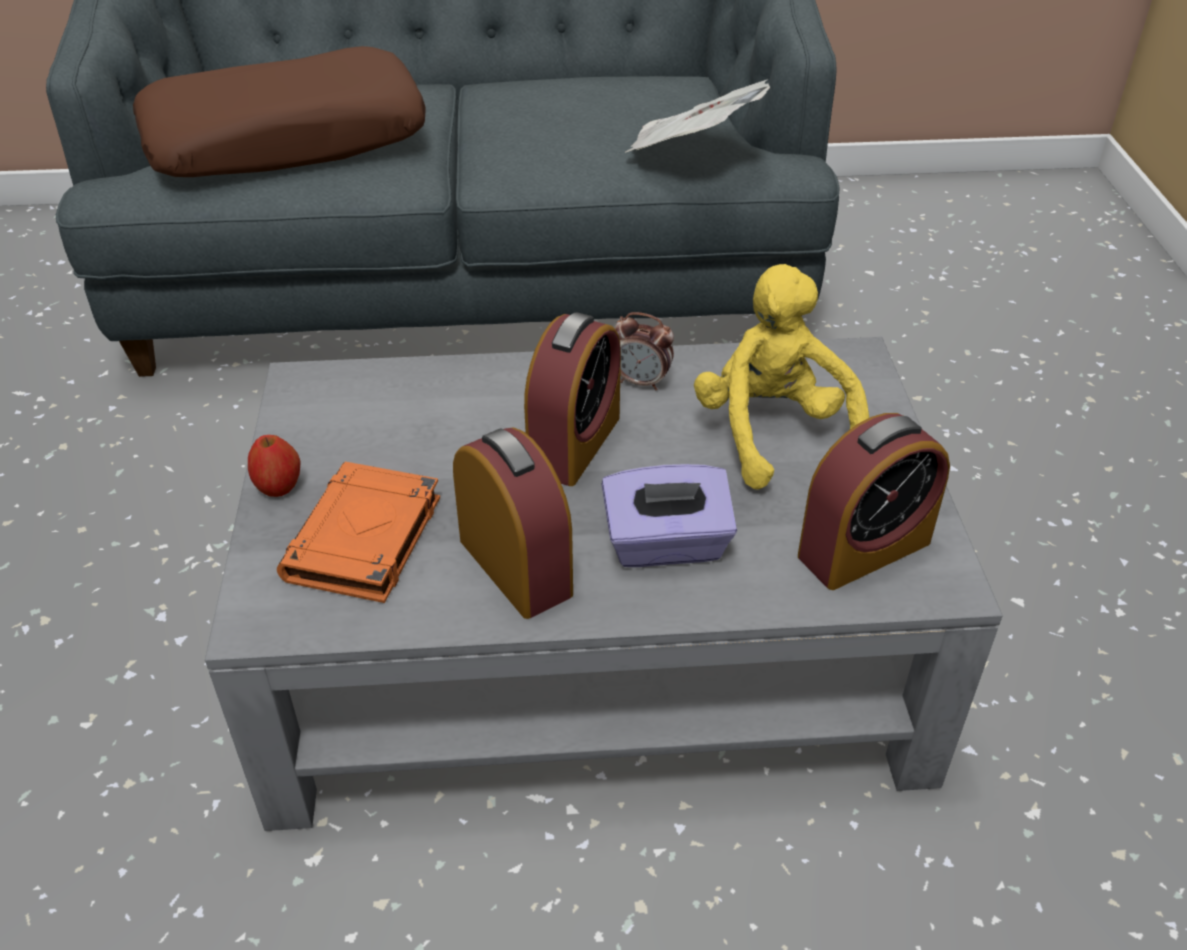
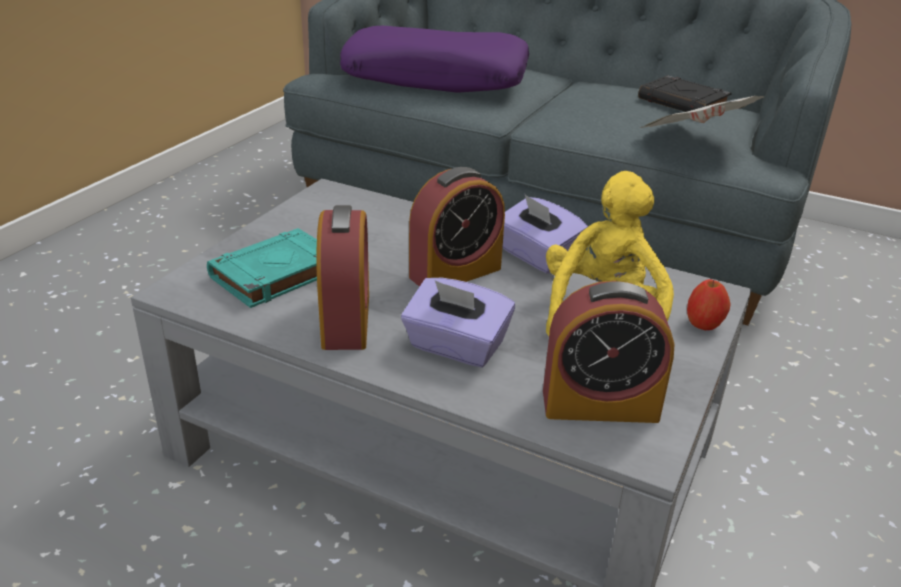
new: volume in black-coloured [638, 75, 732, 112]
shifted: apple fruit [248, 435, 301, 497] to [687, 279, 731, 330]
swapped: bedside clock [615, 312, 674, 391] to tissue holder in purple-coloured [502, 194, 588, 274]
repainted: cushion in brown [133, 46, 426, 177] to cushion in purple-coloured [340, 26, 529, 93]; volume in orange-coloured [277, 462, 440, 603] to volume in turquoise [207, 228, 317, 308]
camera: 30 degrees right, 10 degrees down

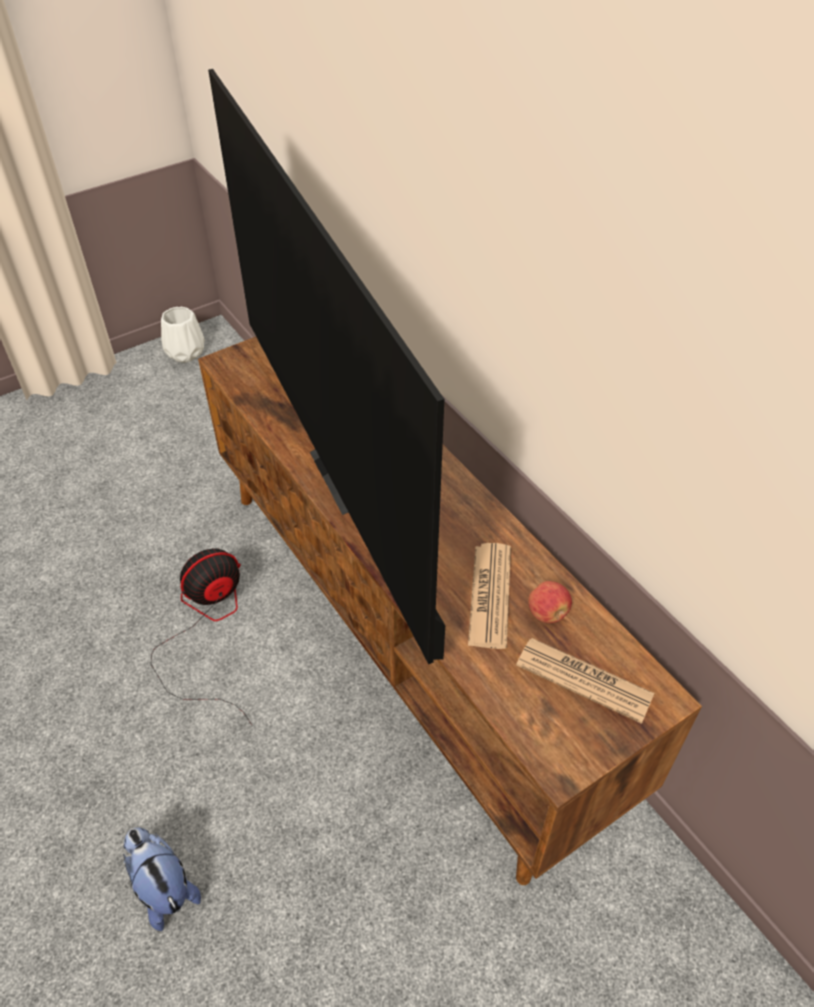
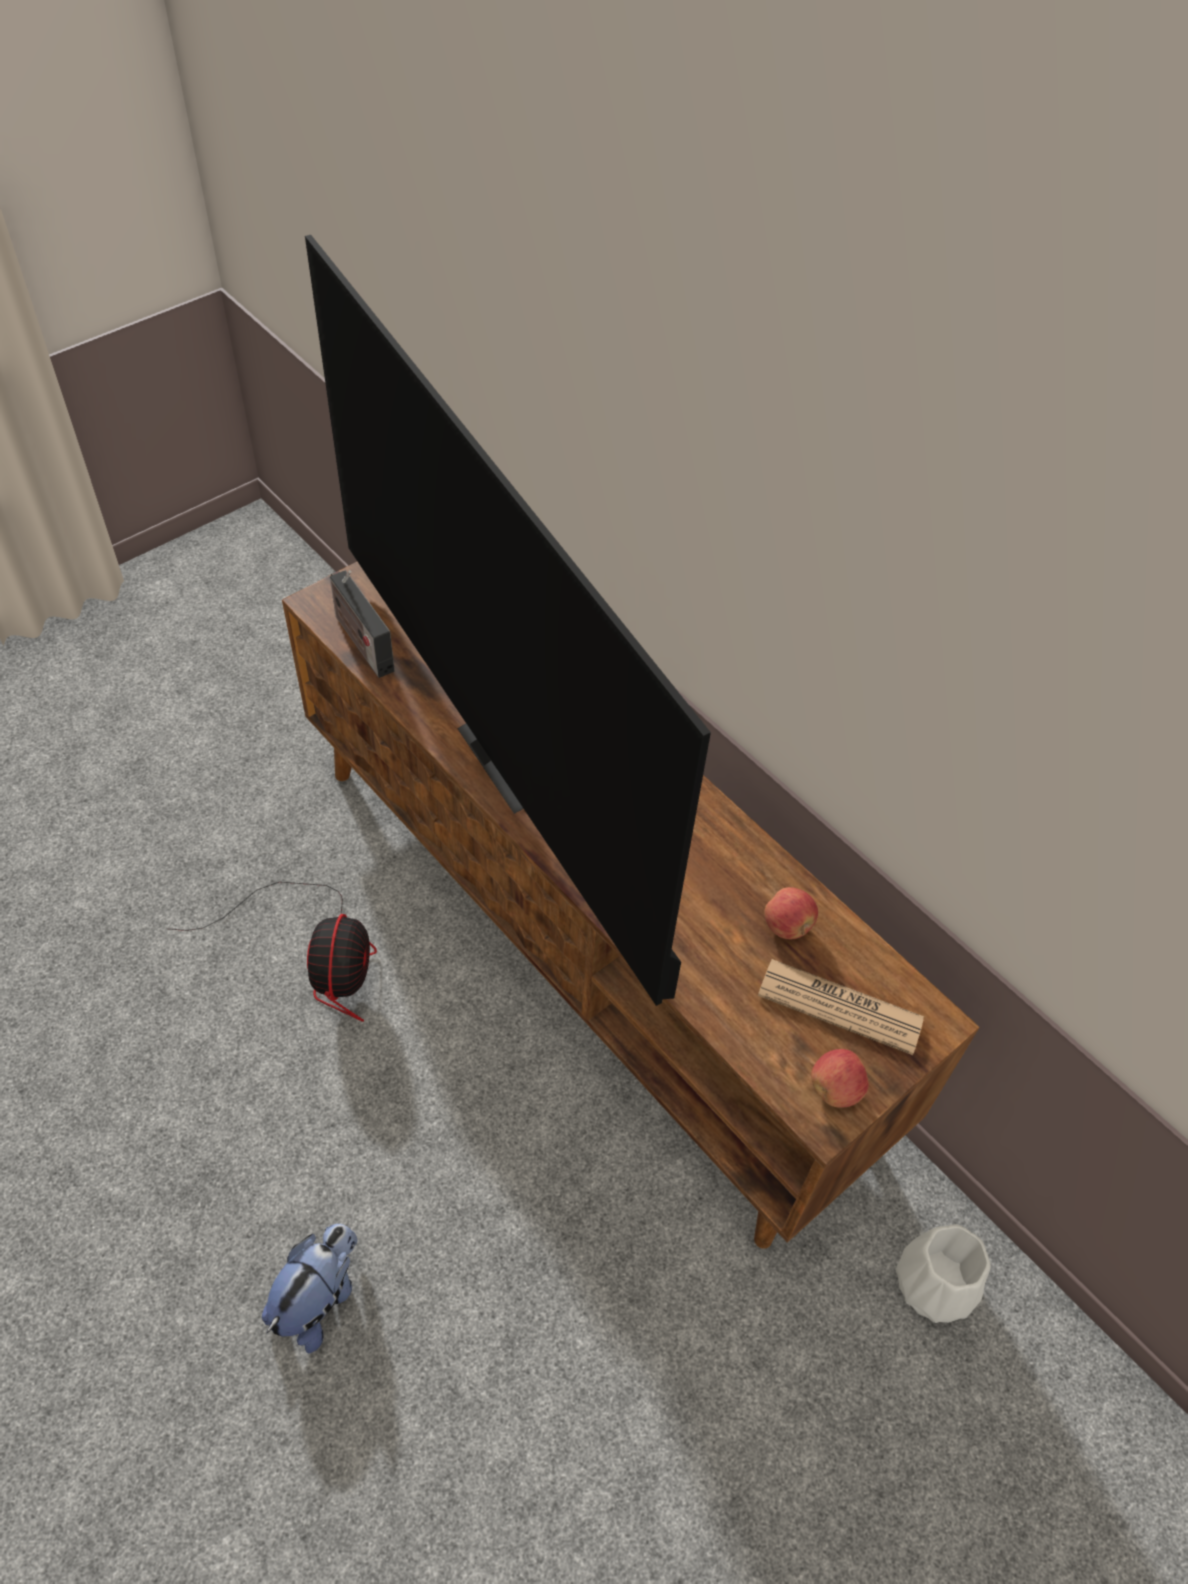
gone: printed paper [468, 543, 511, 649]
new: radio [330, 570, 395, 678]; apple fruit [811, 1049, 869, 1108]
shifted: flower vase in whitish [161, 307, 205, 363] to [896, 1224, 991, 1323]
rotated: cuddly toy [123, 828, 201, 931] = [262, 1224, 358, 1354] 75 degrees clockwise; fan [151, 548, 252, 725] = [167, 882, 377, 1022] 135 degrees clockwise
camera: 10 degrees left, 5 degrees up

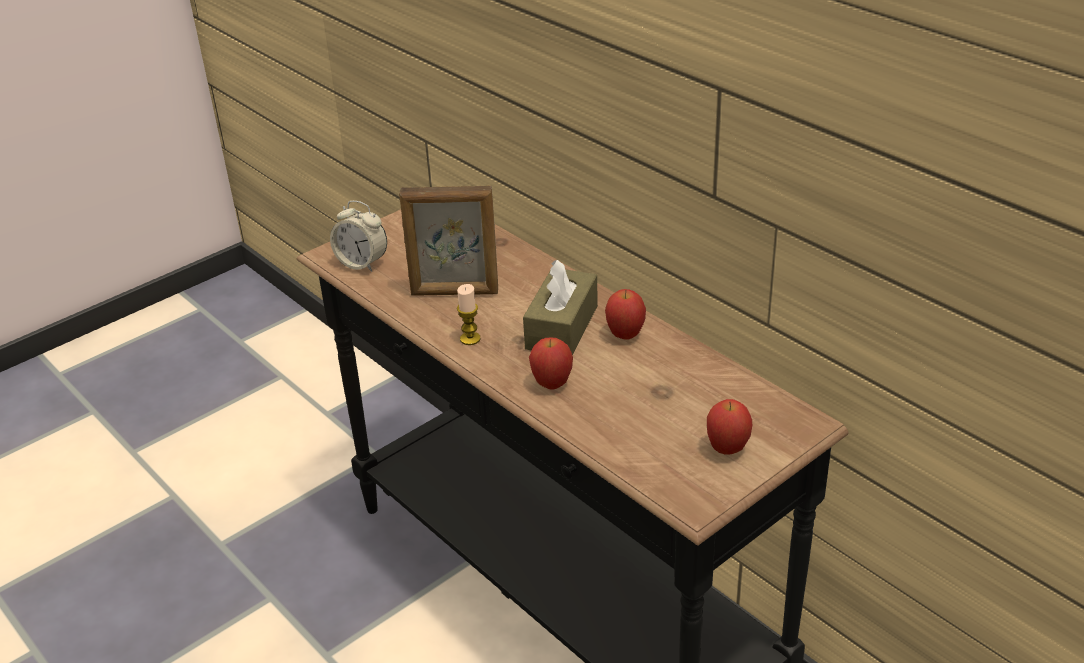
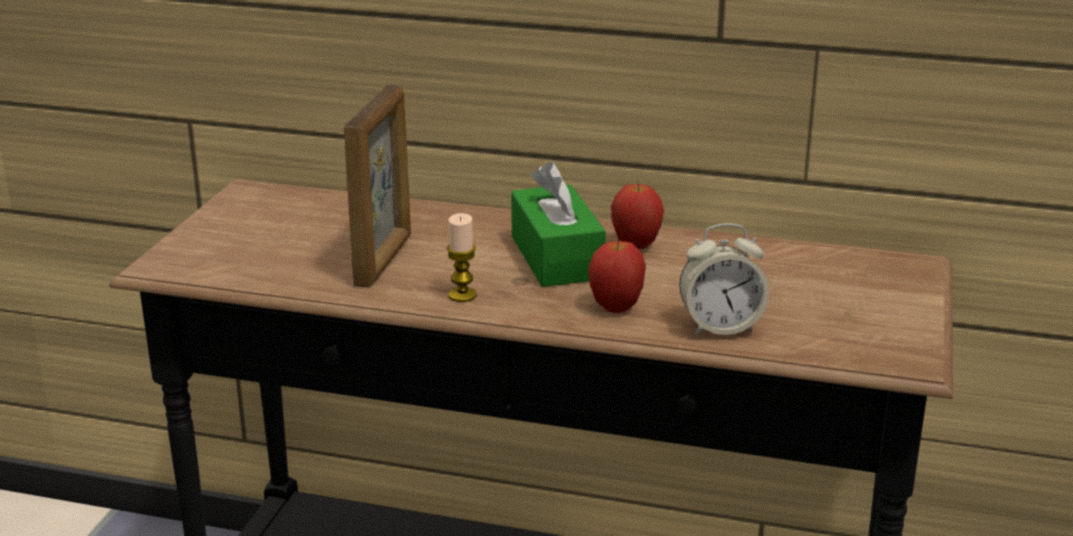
gone: apple fruit [707, 399, 752, 455]
shifted: bedside clock [330, 201, 387, 272] to [679, 223, 769, 335]
repainted: tissue holder in brown [523, 260, 598, 355] to tissue holder in greenish [511, 162, 606, 287]
rotated: photo frame [399, 186, 498, 295] = [344, 85, 411, 288] 45 degrees counterclockwise
camera: 35 degrees left, 10 degrees down

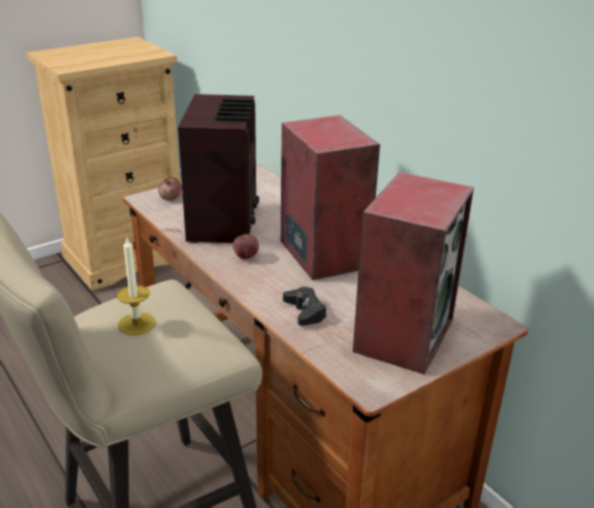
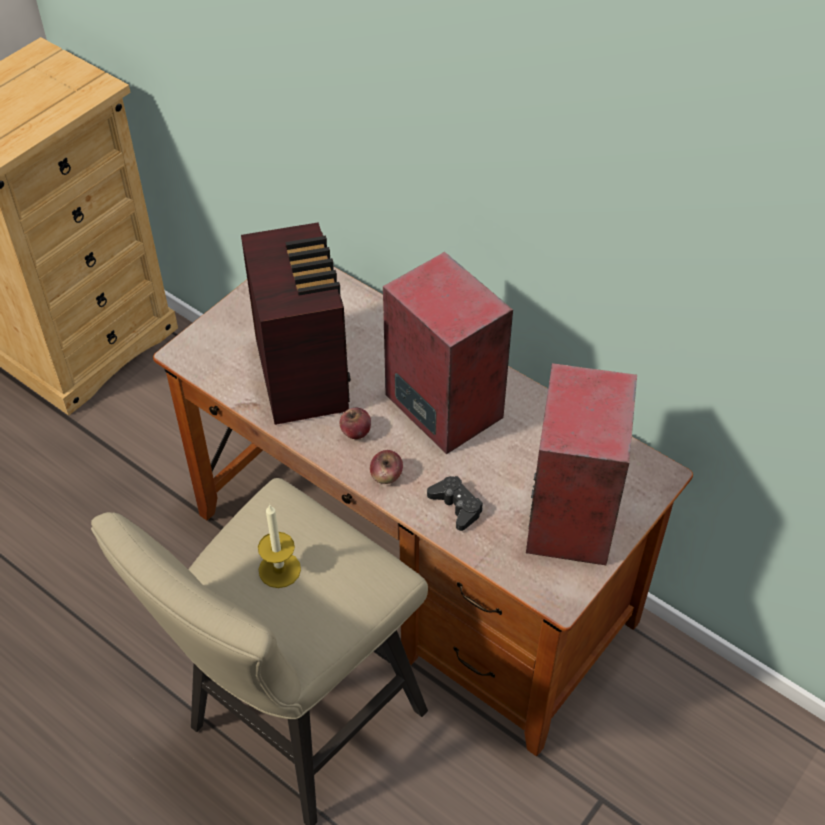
shifted: apple fruit [158, 177, 182, 201] to [370, 450, 403, 484]
camera: 15 degrees left, 20 degrees up

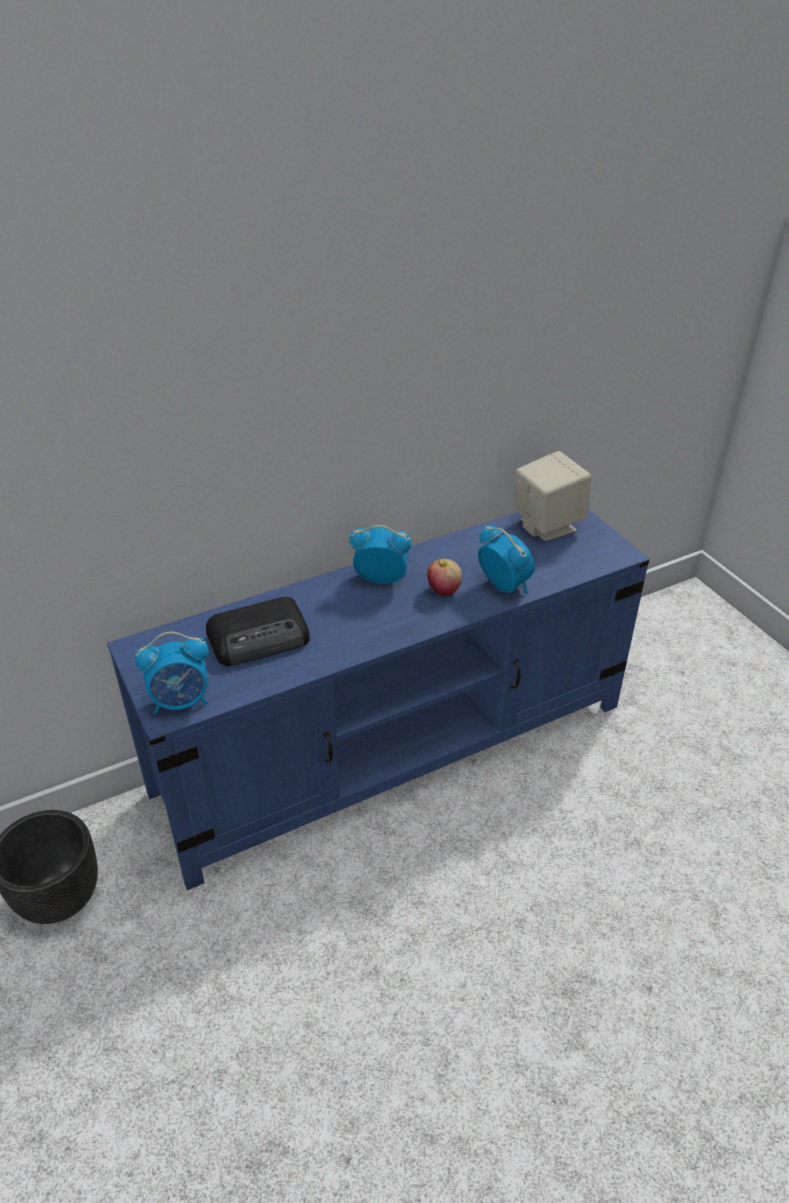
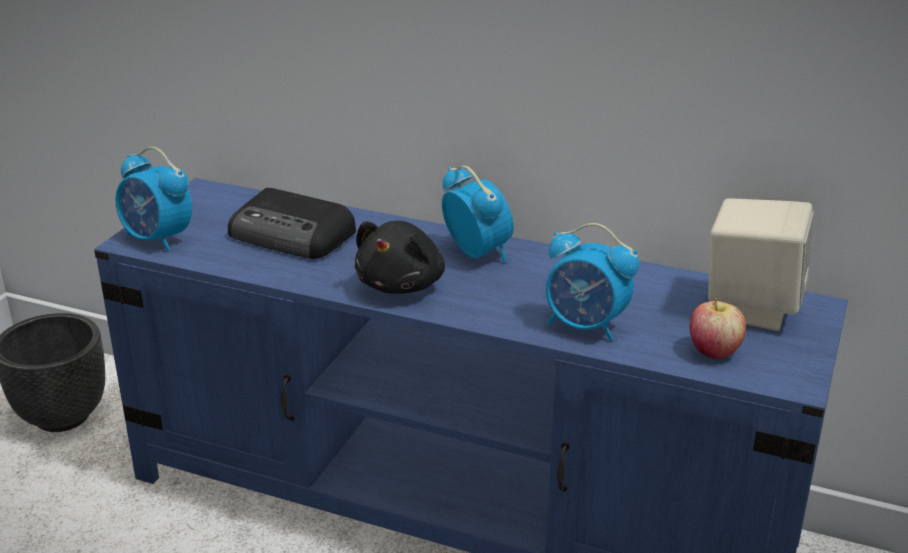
new: cuddly toy in black-coloured [355, 221, 445, 294]
shifted: apple fruit [427, 559, 462, 596] to [690, 298, 746, 359]
rotated: bedside clock [478, 525, 535, 594] = [546, 223, 639, 341] 105 degrees clockwise
camera: 50 degrees right, 10 degrees down

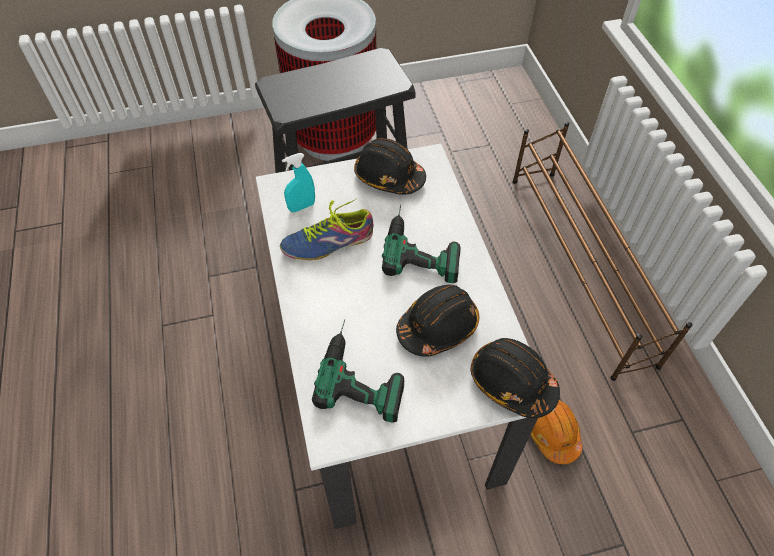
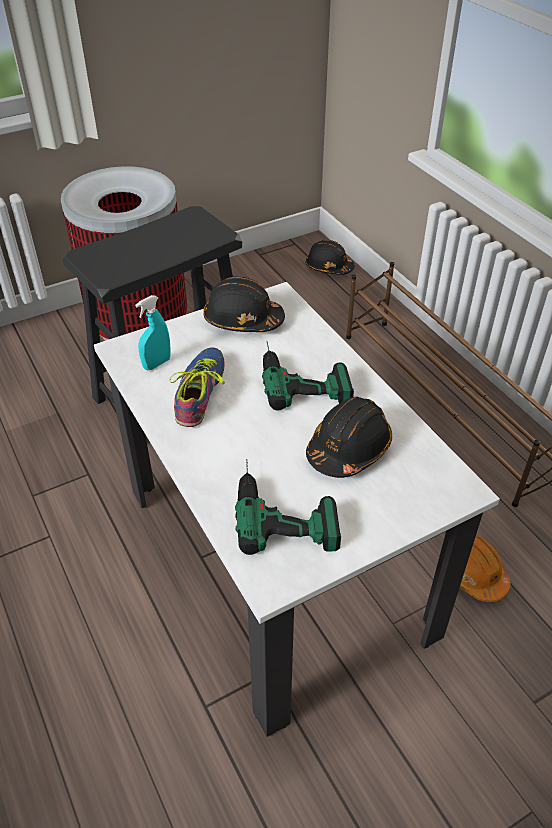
shifted: work helmet in black-coloured [471, 338, 560, 418] to [305, 240, 355, 275]
rotated: low shoe [280, 198, 373, 260] = [169, 347, 225, 427] 135 degrees clockwise
camera: 15 degrees left, 10 degrees down

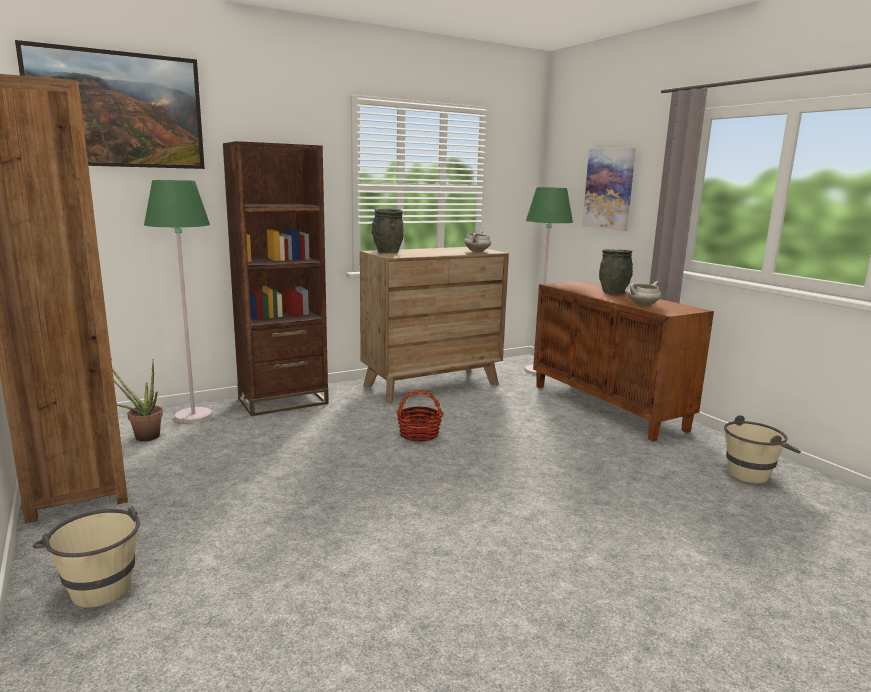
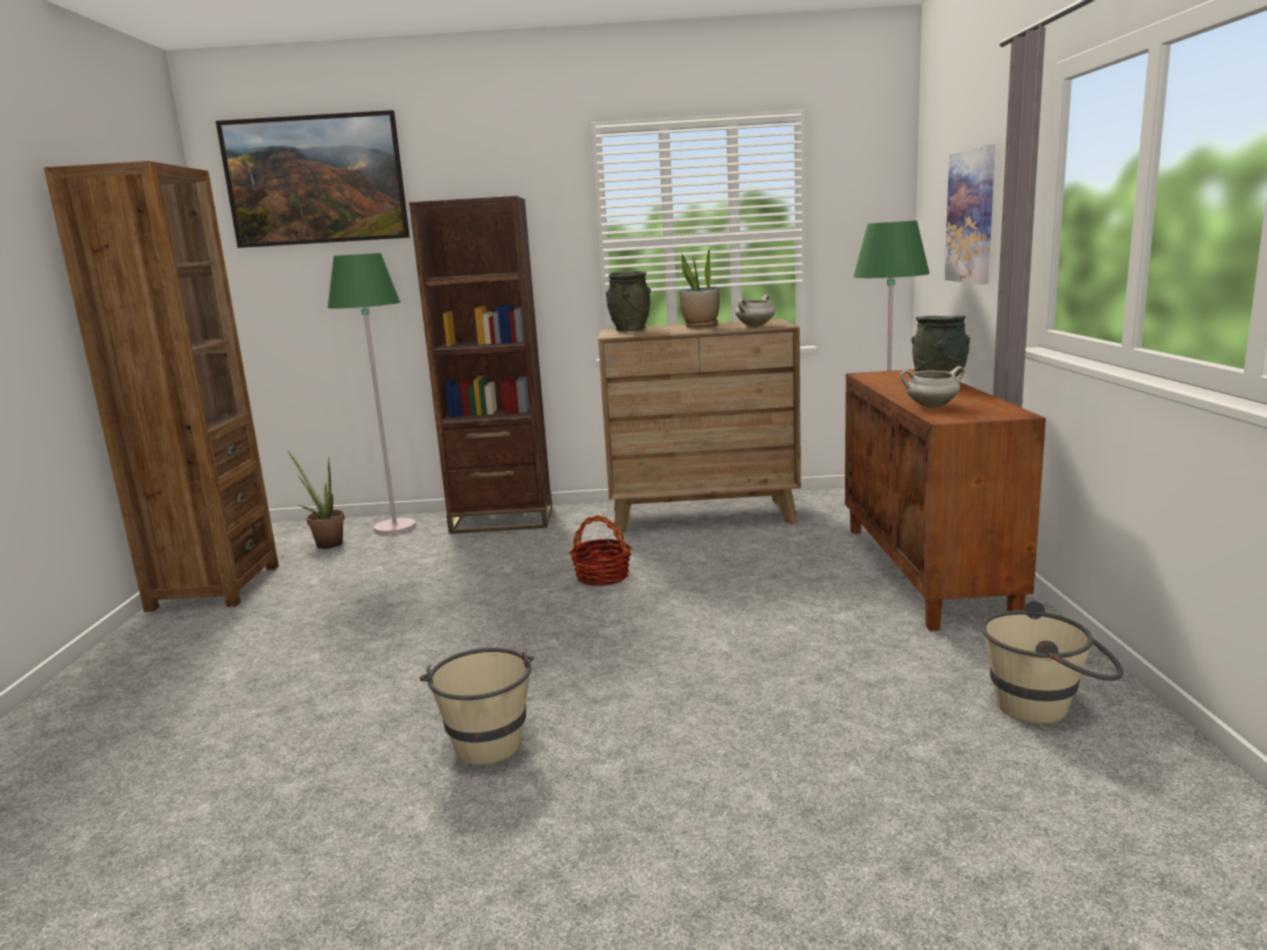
new: houseplant [679, 248, 719, 327]
shifted: water bucket in beige [33, 506, 140, 608] to [419, 648, 534, 765]
camera: 30 degrees right, 0 degrees up

